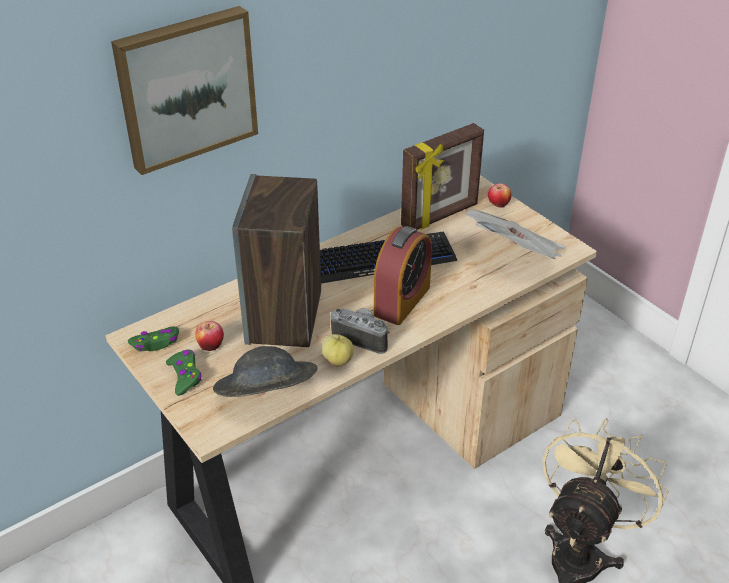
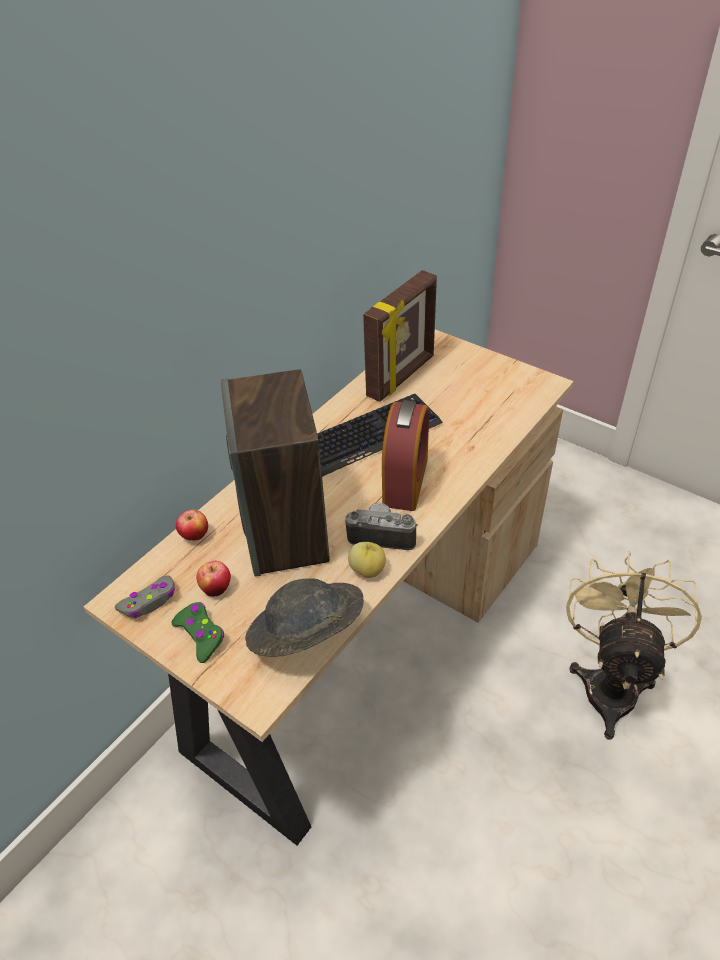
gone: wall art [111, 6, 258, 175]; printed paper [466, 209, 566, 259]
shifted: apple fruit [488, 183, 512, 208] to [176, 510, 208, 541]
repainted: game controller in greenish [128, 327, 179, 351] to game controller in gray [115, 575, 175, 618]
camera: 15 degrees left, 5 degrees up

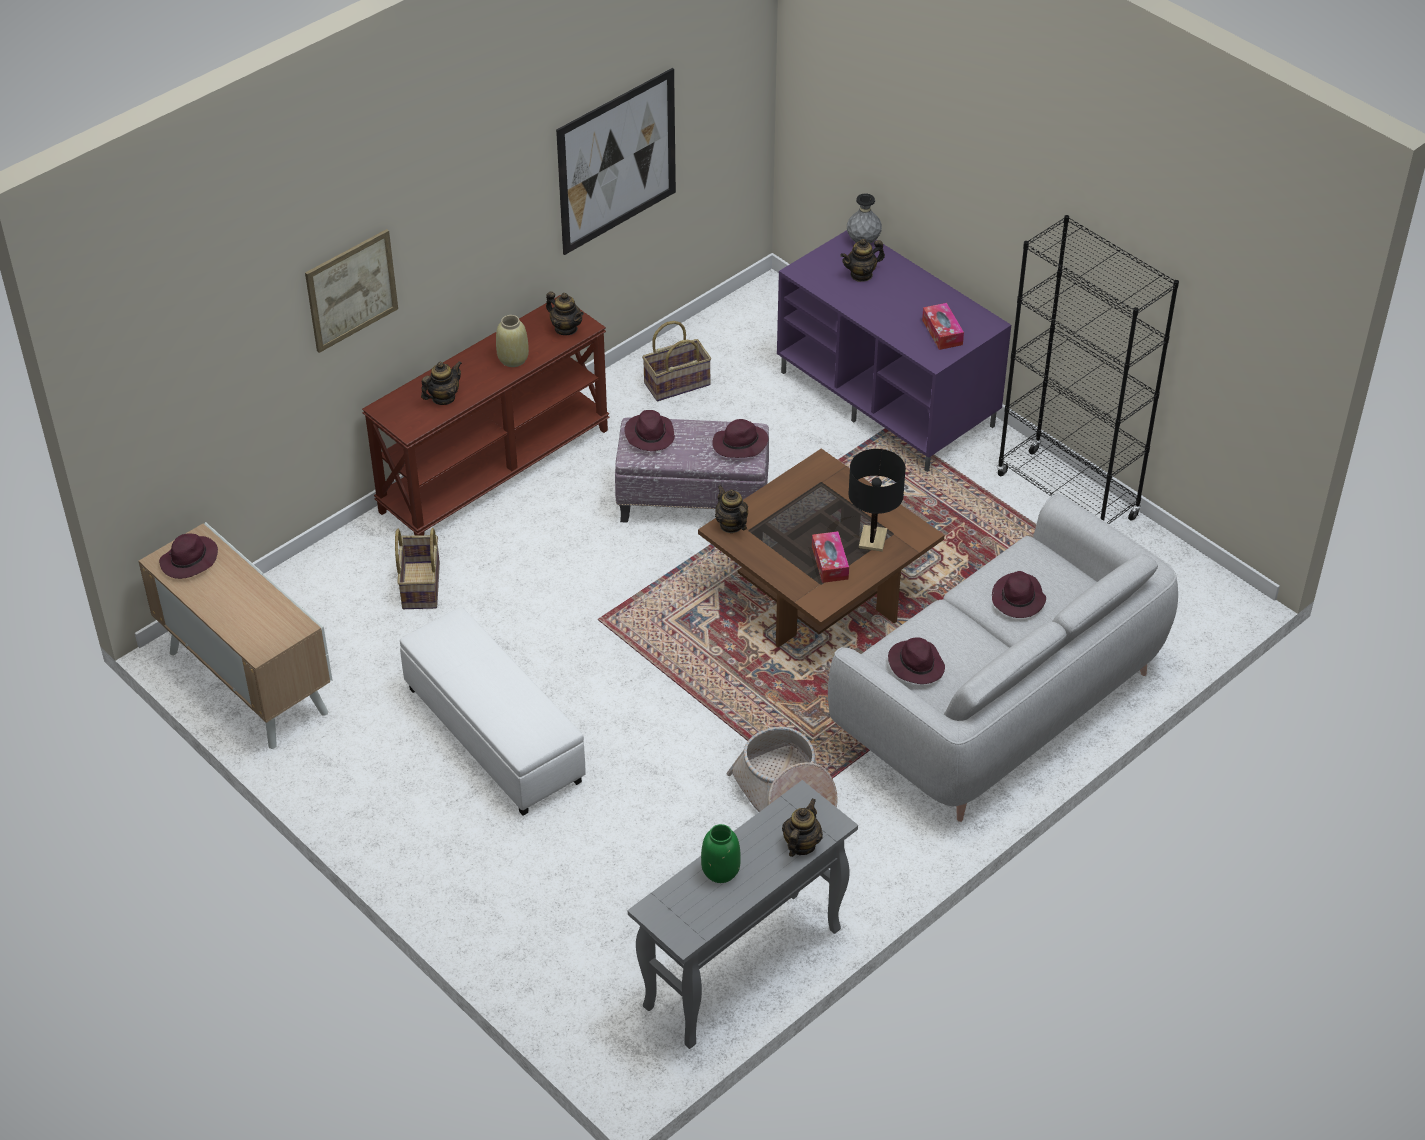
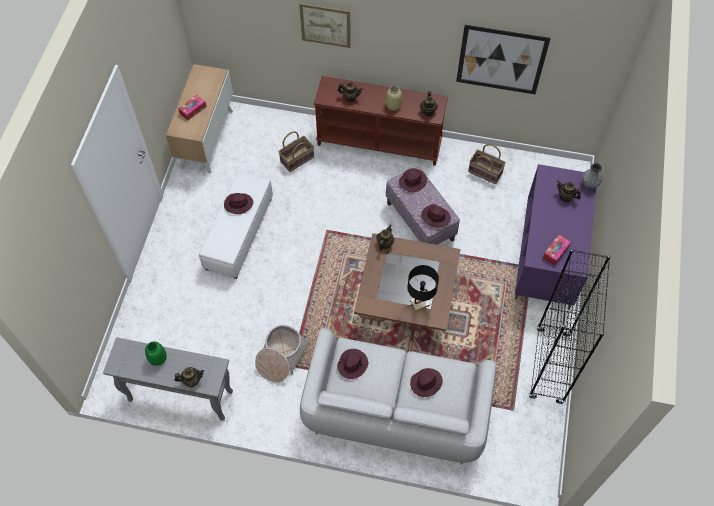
shifted: hat in purple-coloured [159, 533, 218, 579] to [224, 193, 253, 214]; tissue holder [812, 531, 849, 583] to [178, 95, 207, 120]
camera: 55 degrees right, 15 degrees up

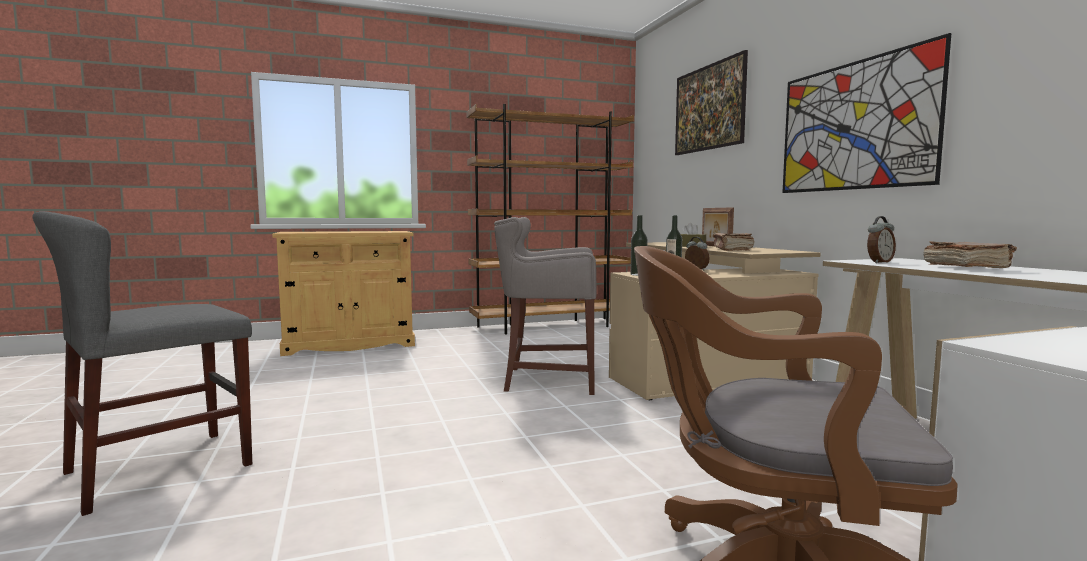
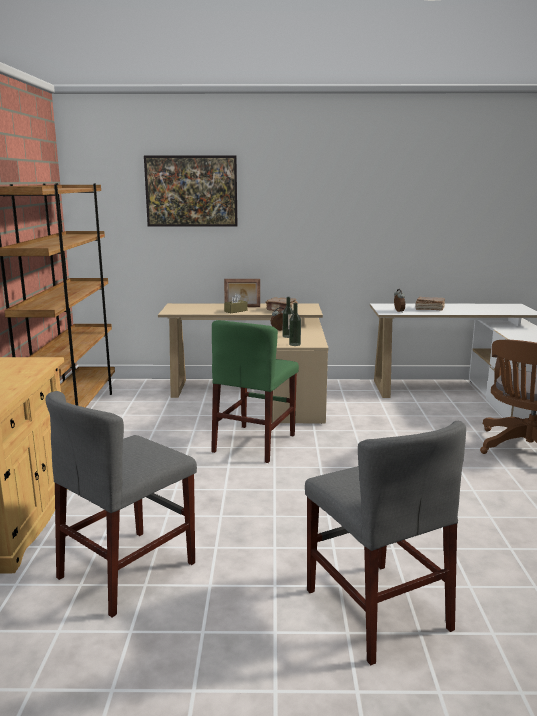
gone: wall art [782, 33, 951, 193]
new: plain chair in gray [45, 391, 197, 617]
swapped: stool in gray [494, 217, 597, 395] to plain chair in greenish [211, 320, 299, 463]
camera: 70 degrees left, 10 degrees up

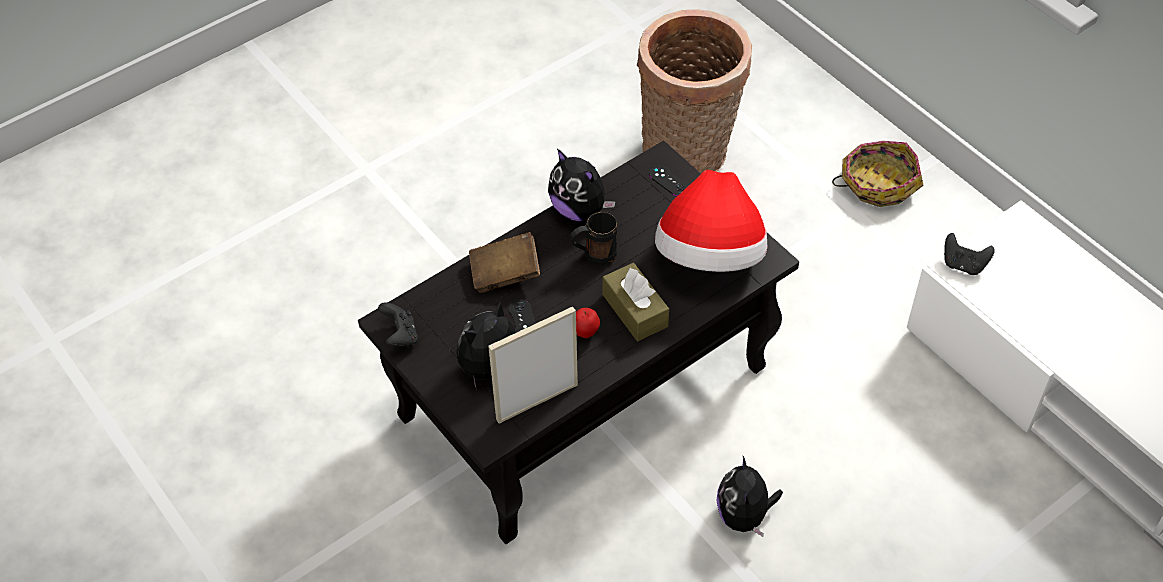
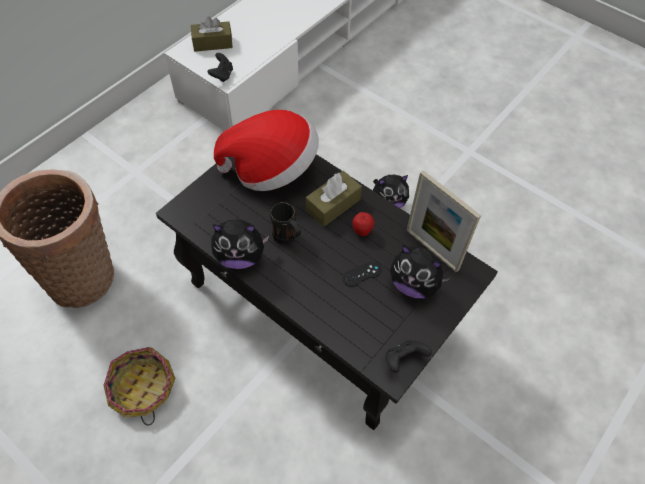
gone: volume in brown [469, 232, 540, 293]; game controller in black-coloured [649, 165, 689, 196]
new: tissue holder in brown [191, 16, 233, 52]
shifted: household basket [832, 141, 924, 207] to [103, 347, 175, 425]
rotated: cuddly toy [548, 149, 616, 221] = [211, 219, 269, 269] 60 degrees clockwise
camera: 105 degrees left, 5 degrees up

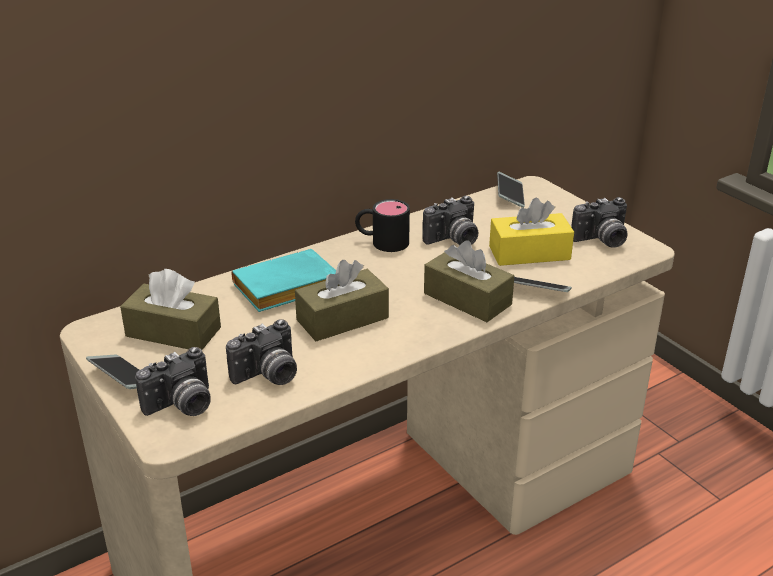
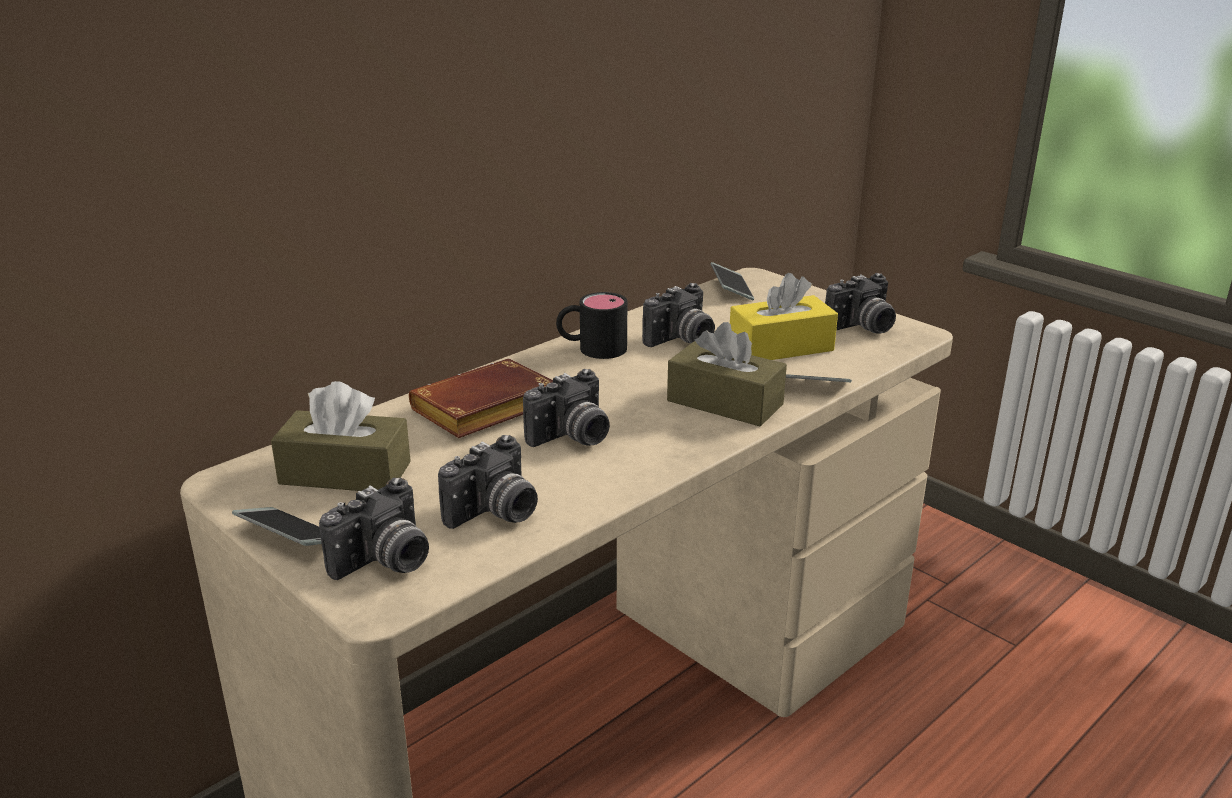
swapped: tissue holder in brown [295, 260, 389, 341] to still camera [523, 369, 610, 447]
repainted: volume in turquoise [232, 249, 336, 312] to volume in brown [409, 359, 553, 438]
camera: 10 degrees left, 5 degrees down

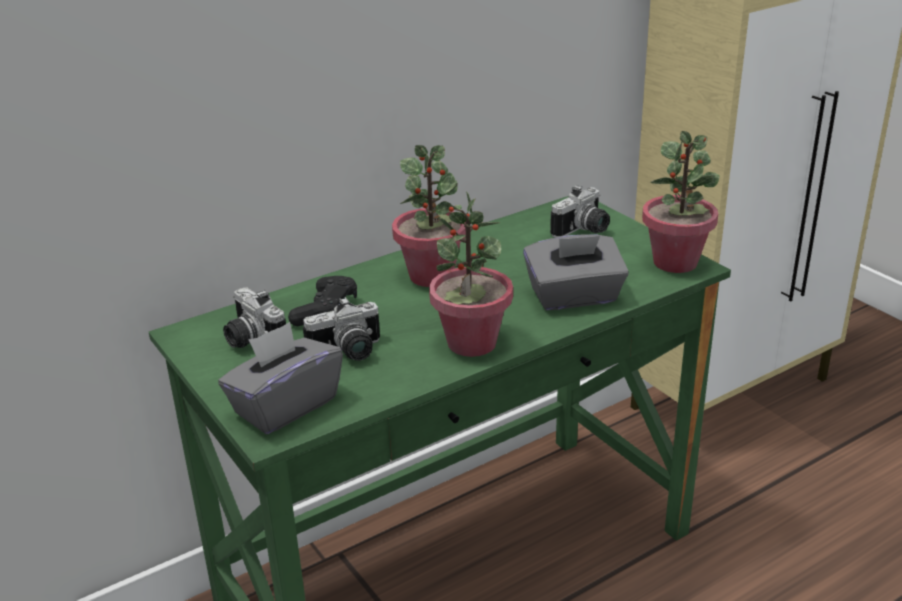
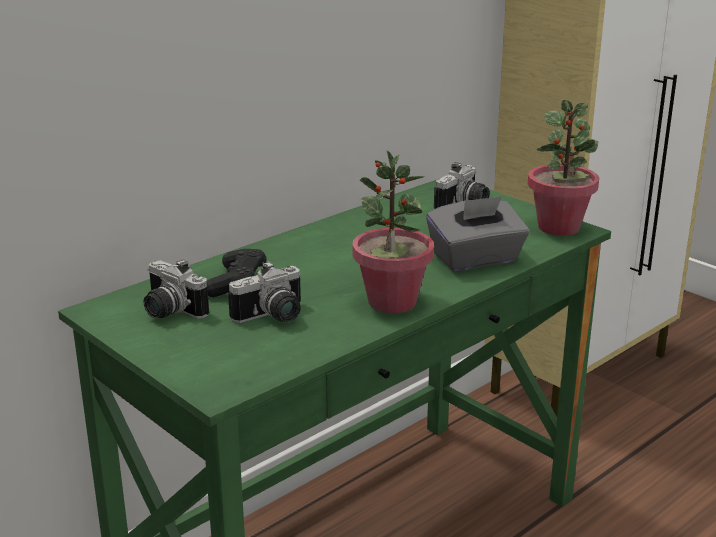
gone: tissue holder in gray [218, 322, 343, 434]; houseplant [392, 145, 466, 287]
camera: 10 degrees left, 5 degrees down

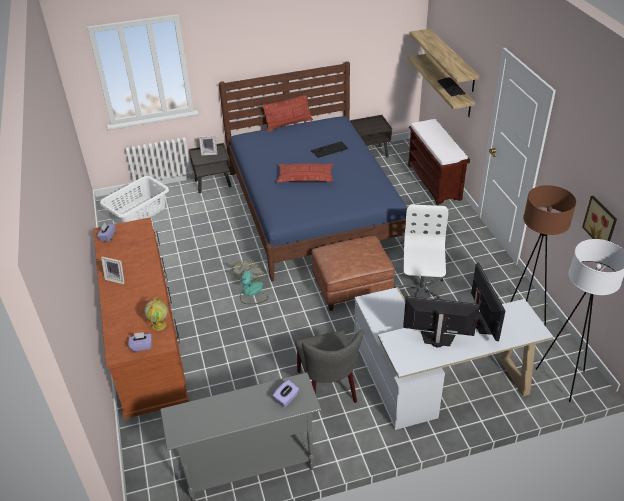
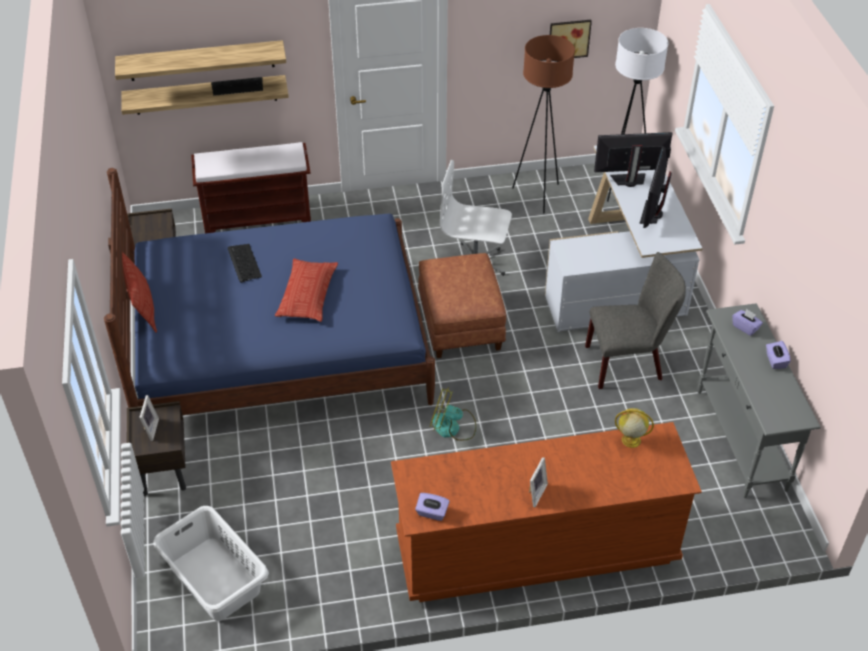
shifted: tissue holder in purple-coloured [128, 332, 152, 352] to [766, 341, 791, 369]
camera: 85 degrees left, 5 degrees up

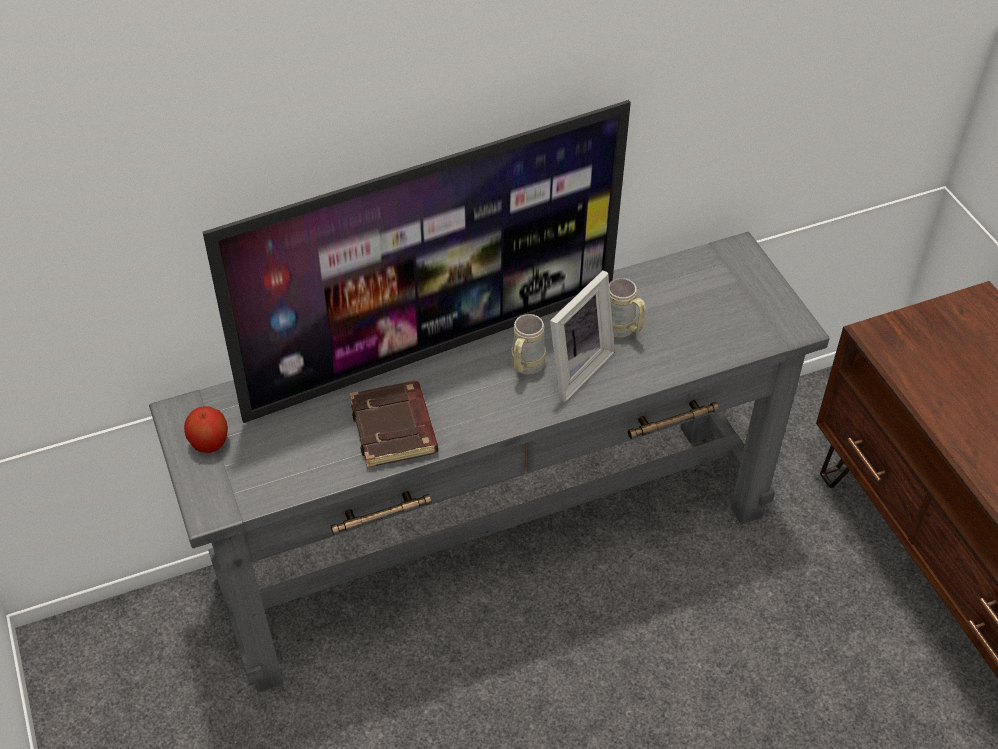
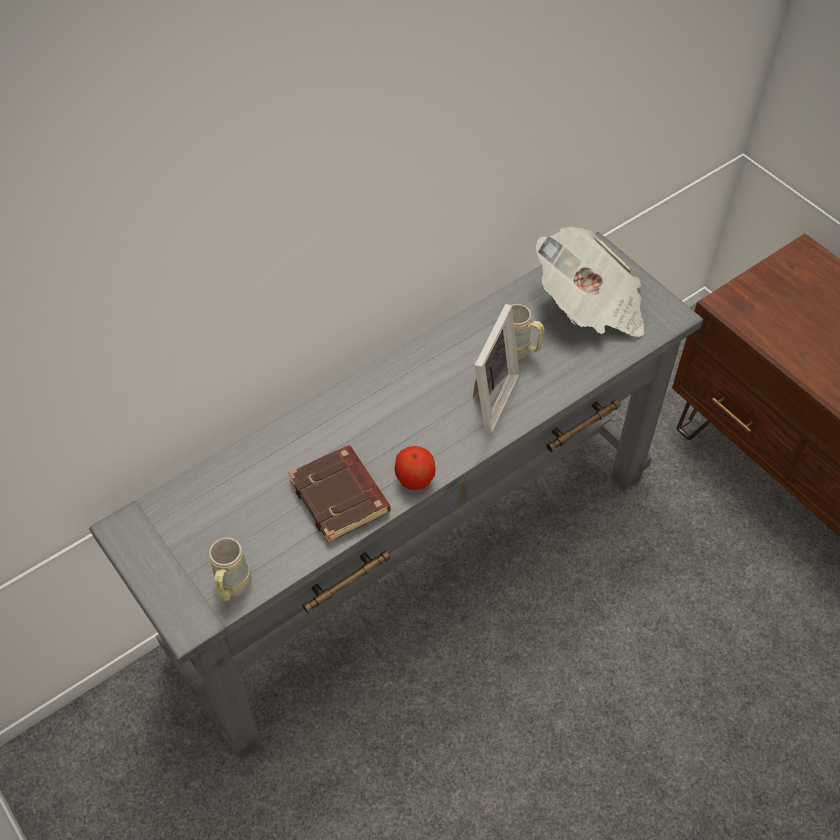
gone: television [203, 100, 631, 423]
new: printed paper [536, 227, 644, 337]
shifted: apple fruit [184, 406, 228, 453] to [394, 446, 436, 490]; tea mug in beige [511, 314, 546, 375] to [209, 538, 252, 601]
camera: 15 degrees left, 5 degrees up

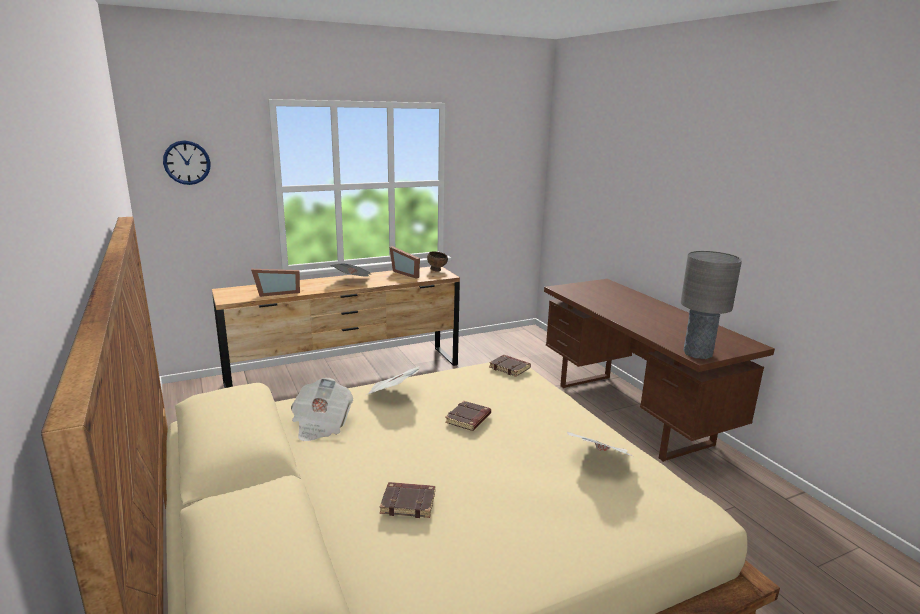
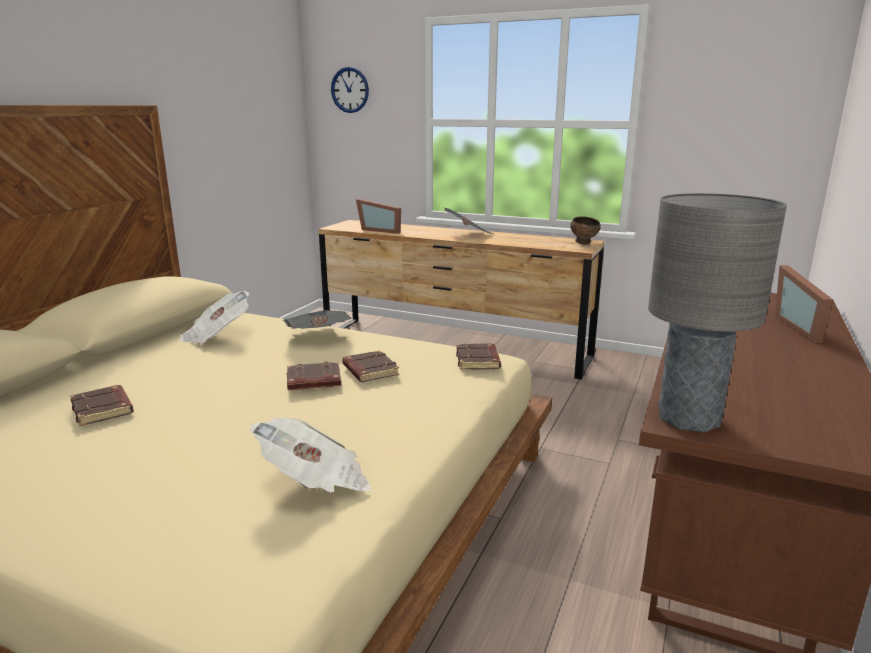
new: volume in brown [342, 350, 399, 382]
shifted: photo frame [389, 246, 420, 279] to [775, 265, 833, 343]
camera: 50 degrees right, 0 degrees up

